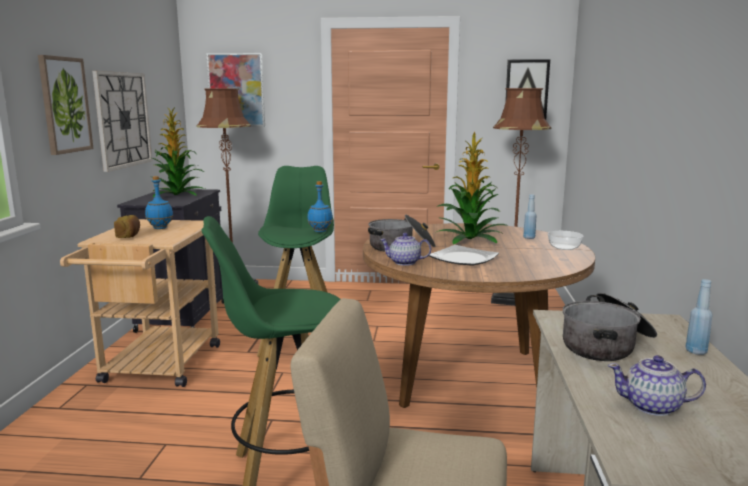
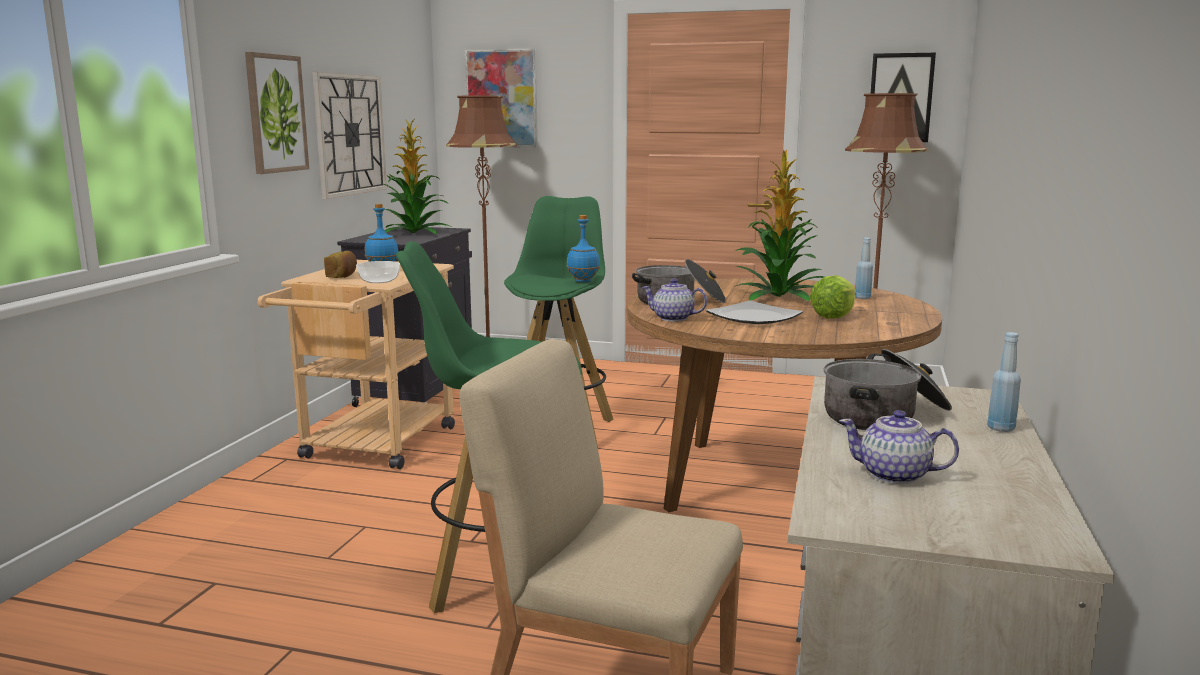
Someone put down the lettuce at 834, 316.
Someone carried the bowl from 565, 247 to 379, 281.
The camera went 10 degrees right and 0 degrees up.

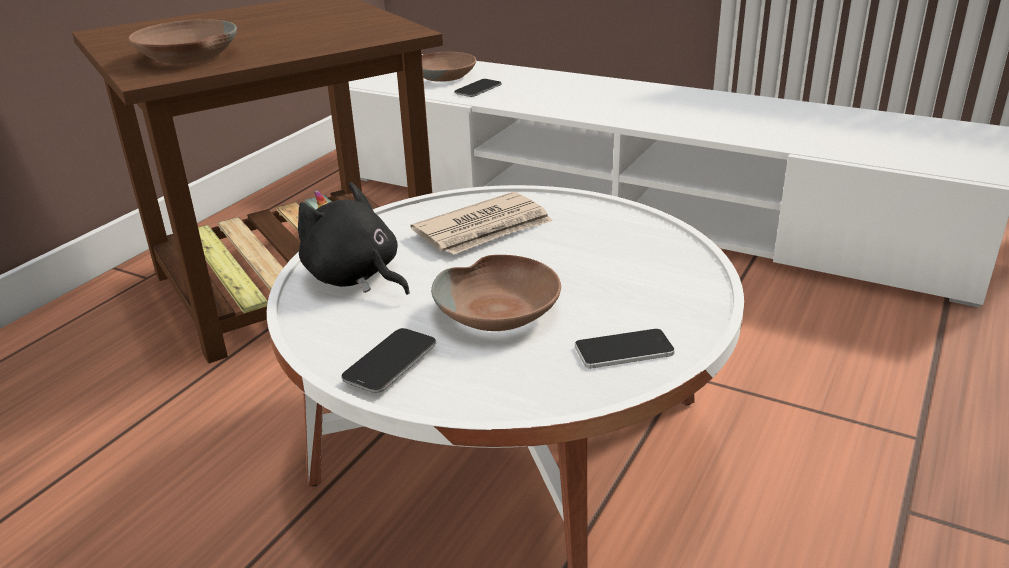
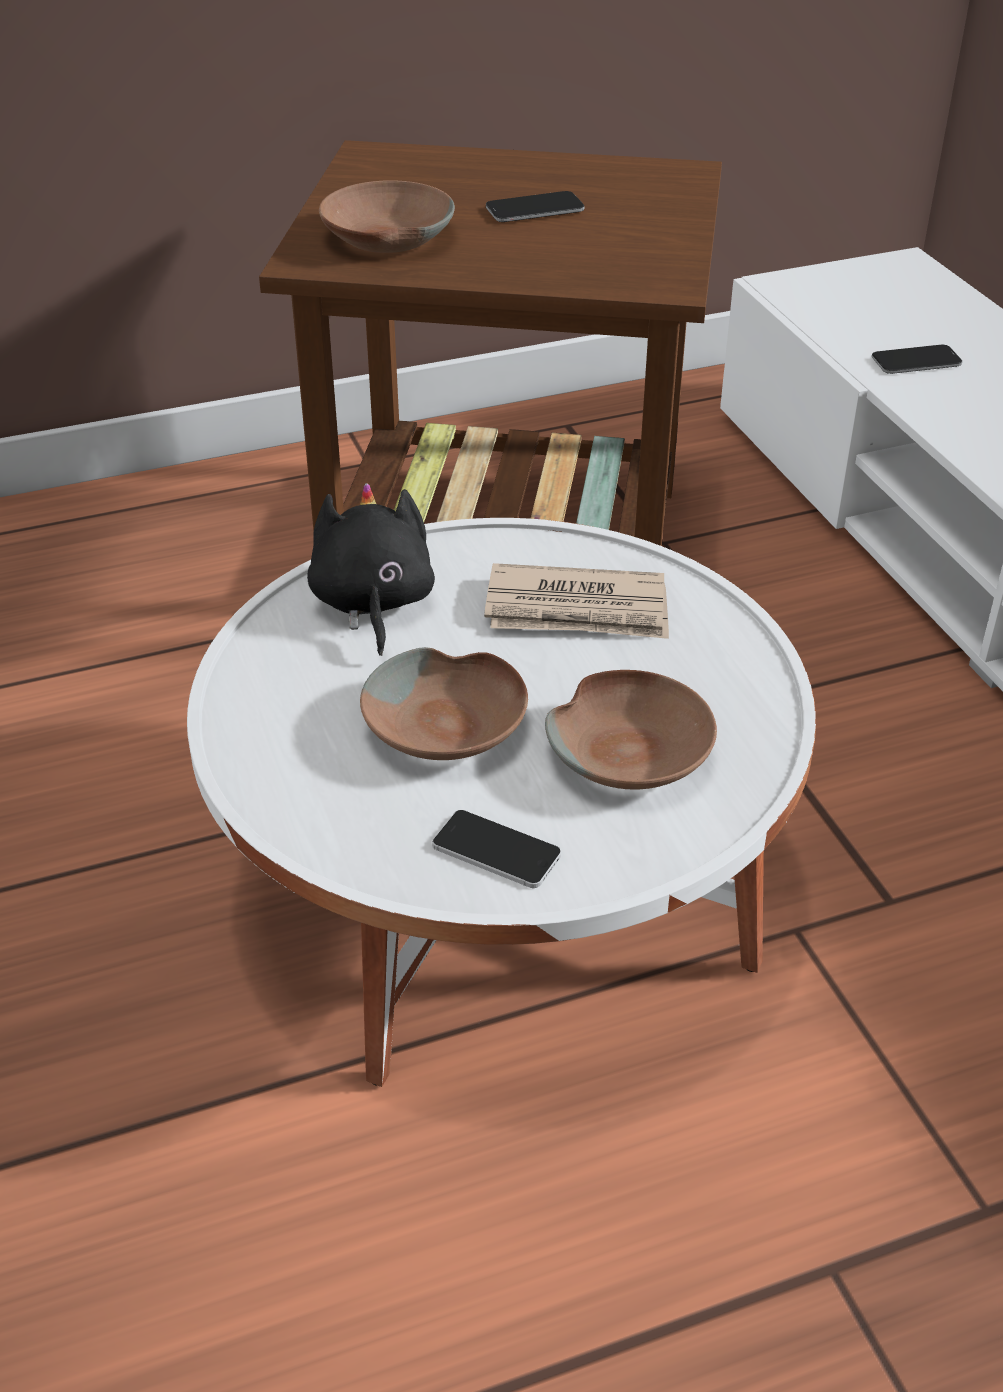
Someone carried the phone from 390, 362 to 534, 209.
Someone carried the brown bowl from 444, 75 to 632, 752.
The camera went 40 degrees right and 10 degrees up.

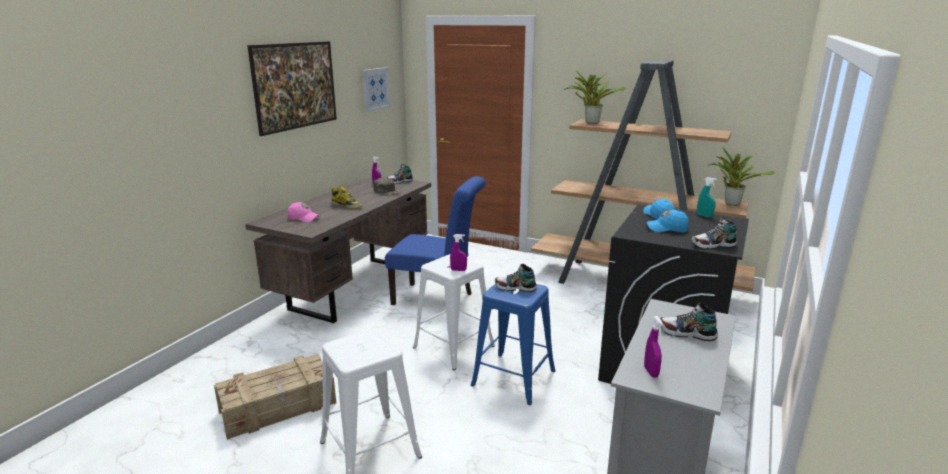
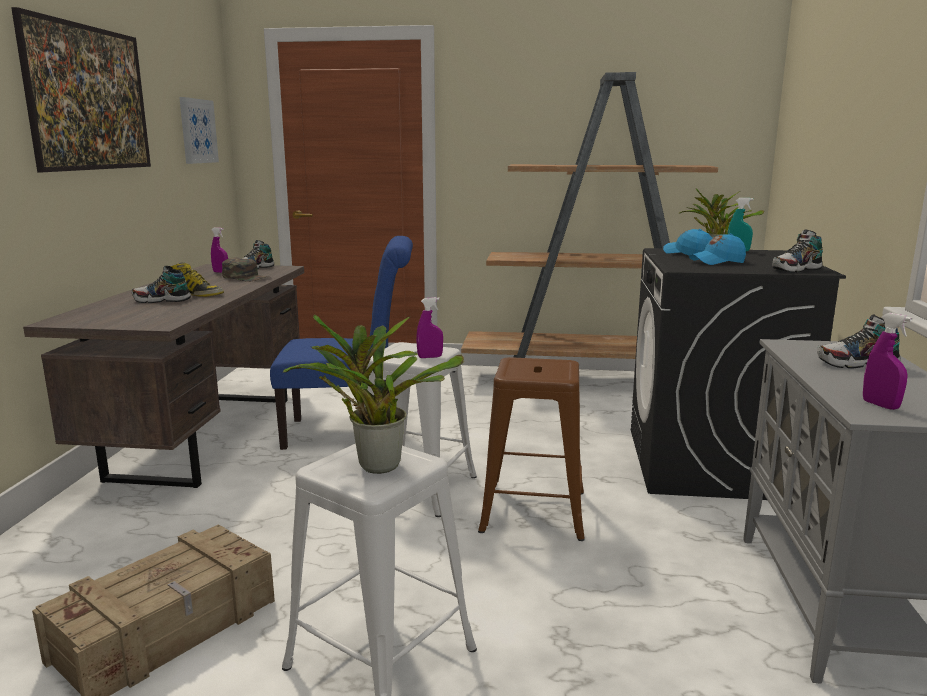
Someone took away the pink cap at 303, 218.
Someone carried the shoe from 515, 288 to 162, 300.
Someone carried the potted plant from 590, 123 to 374, 465.
Someone repainted the blue stool at 513, 378, which became the brown stool at 533, 511.
The camera went 20 degrees left and 5 degrees down.

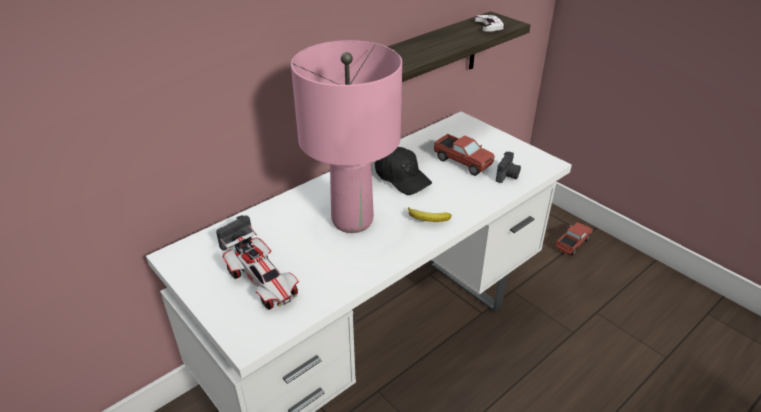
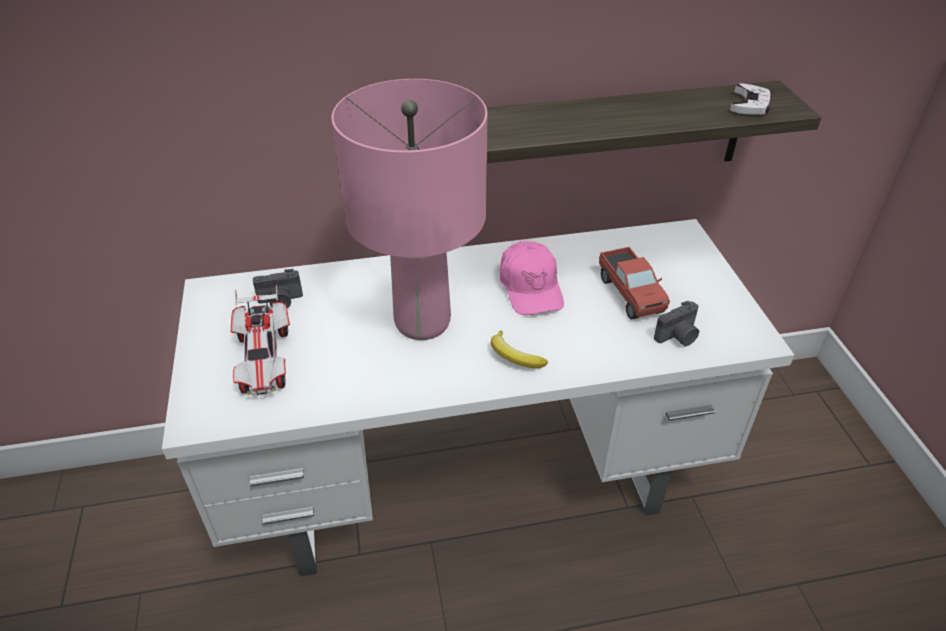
Someone took away the toy truck at 572, 244.
Someone repainted the black cap at 402, 178, which became the pink cap at 531, 287.
The camera went 30 degrees right and 5 degrees up.

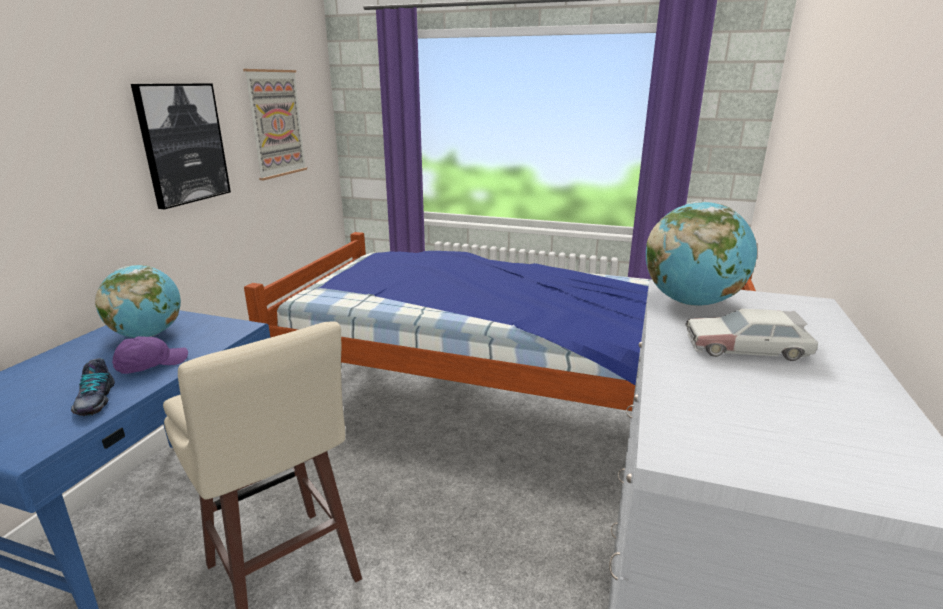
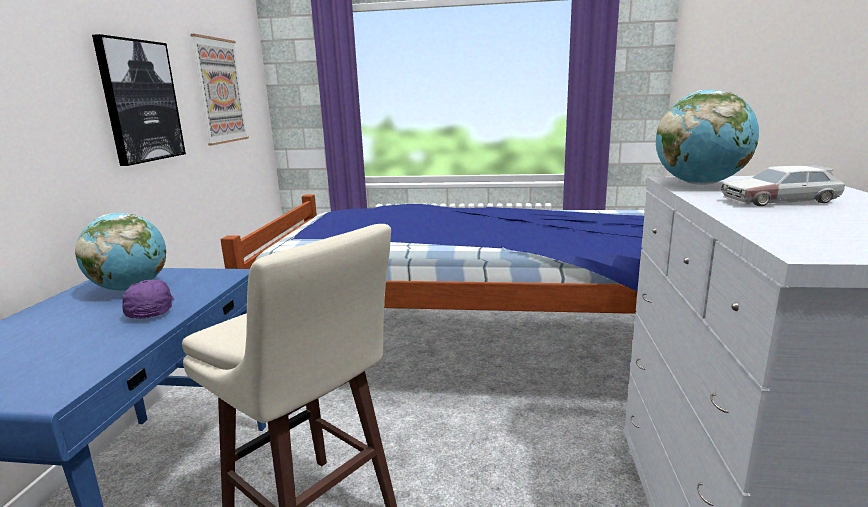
Someone took away the shoe at 94, 400.
Someone rotated the purple cap at 151, 364 by 60 degrees counterclockwise.
The camera went 10 degrees left and 5 degrees down.

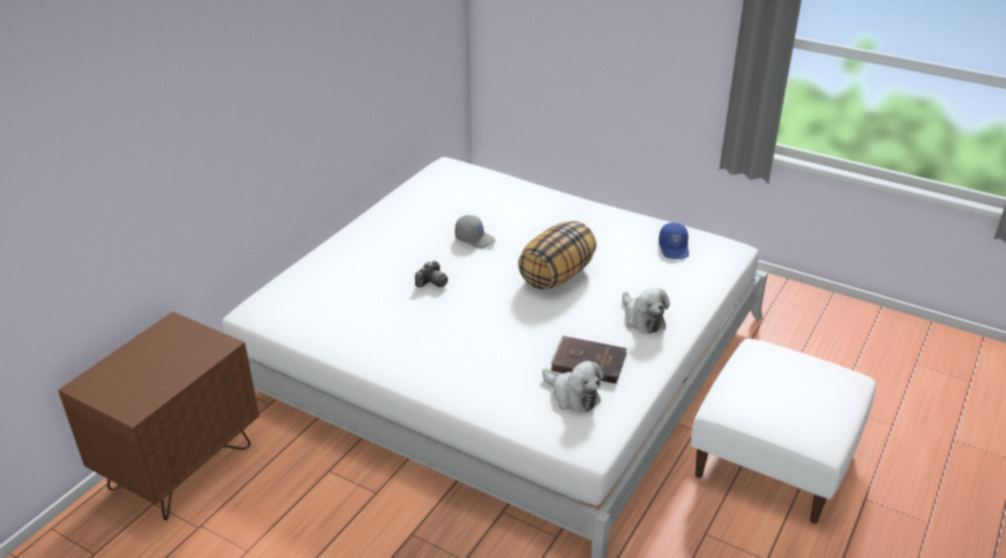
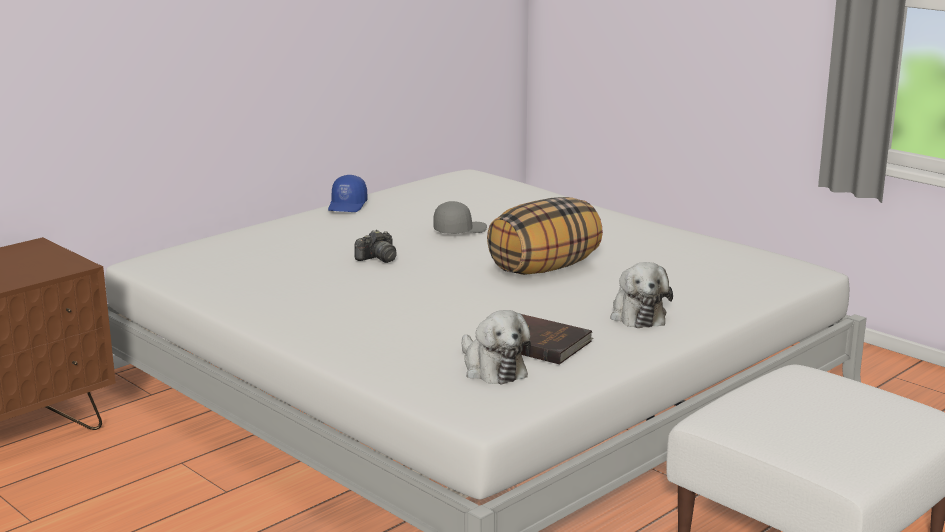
Someone carried the blue cap from 674, 248 to 348, 206.
Someone rotated the grey cap at 475, 238 by 75 degrees counterclockwise.
The camera went 15 degrees right and 15 degrees down.

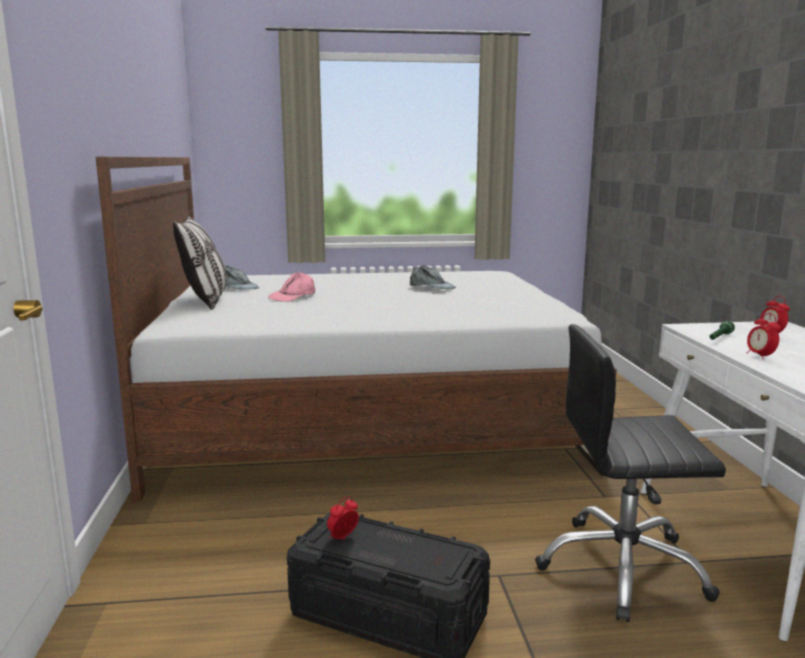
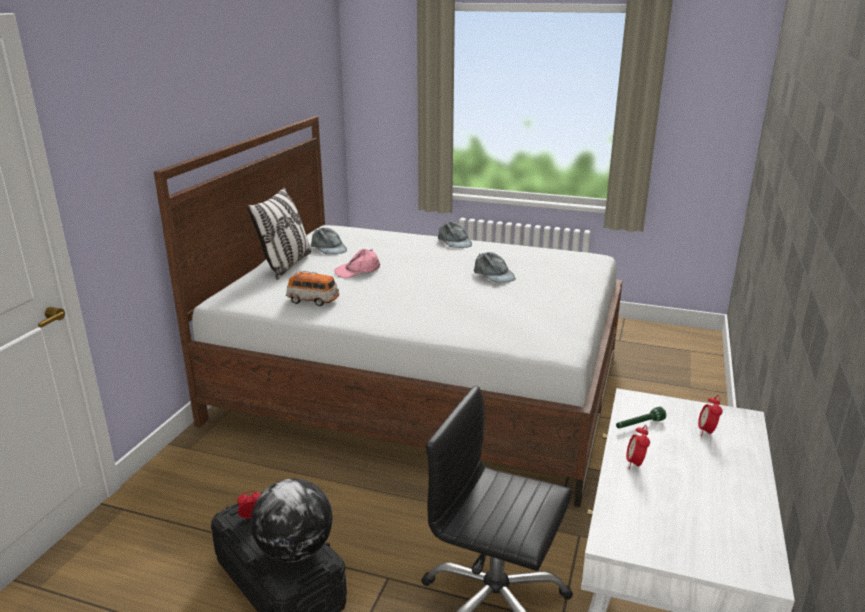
Someone put down the globe at 295, 550.
Someone put down the toy car at 313, 300.
Someone put down the grey cap at 454, 241.
The camera went 25 degrees right and 10 degrees up.

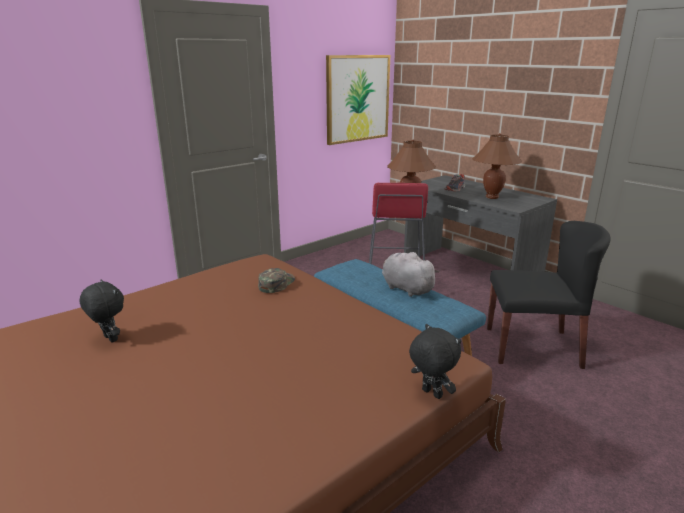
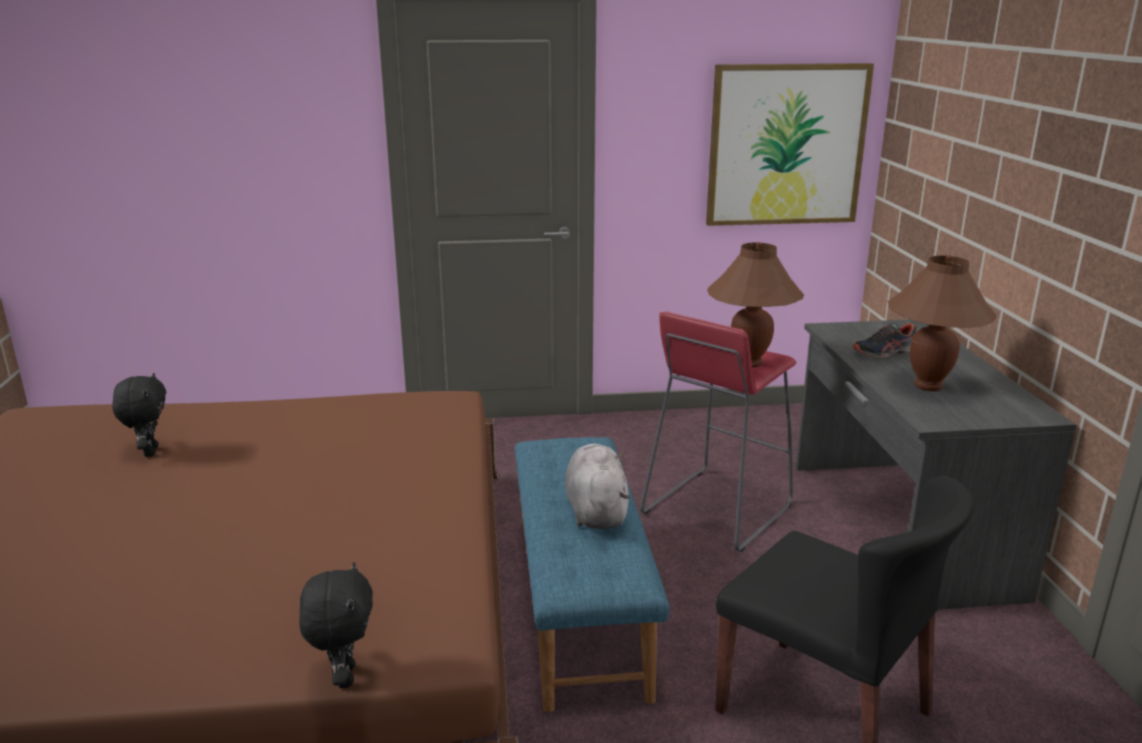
Someone took away the green cap at 276, 284.
The camera went 35 degrees right and 0 degrees up.

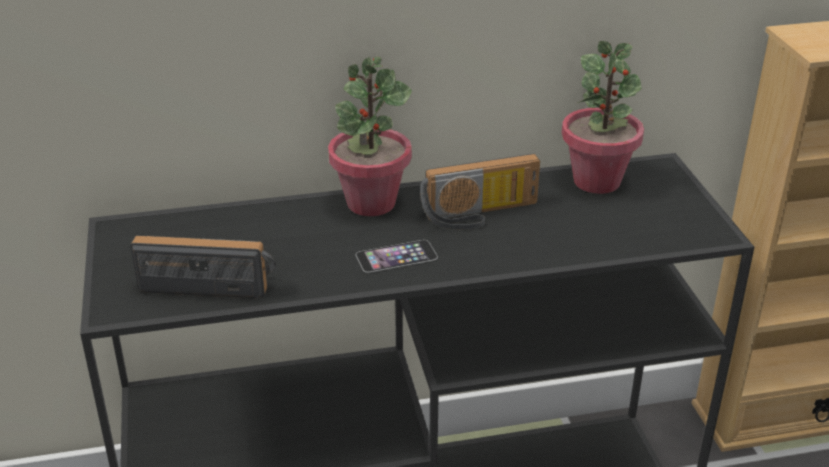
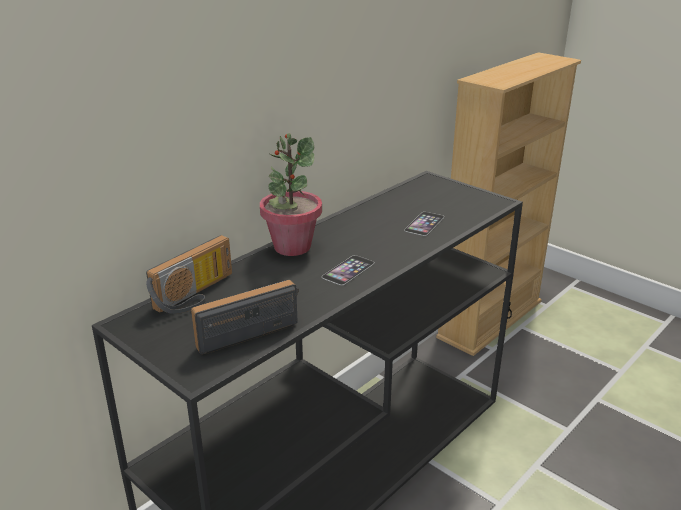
Someone took away the potted plant at 597, 181.
Someone put down the phone at 424, 223.
Someone carried the radio from 481, 215 to 197, 295.
The camera went 35 degrees left and 5 degrees down.

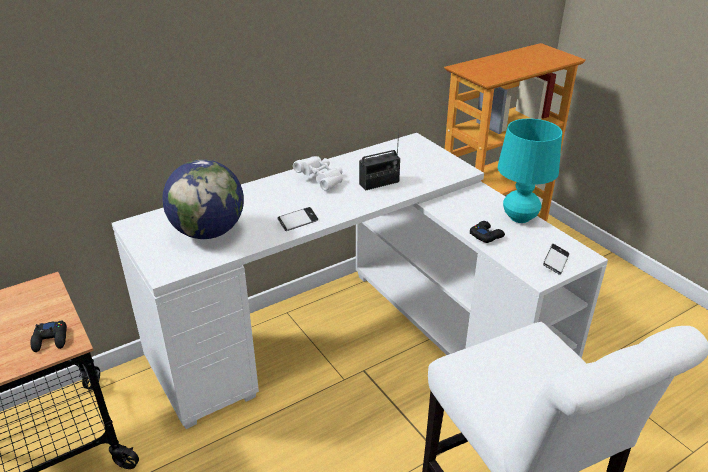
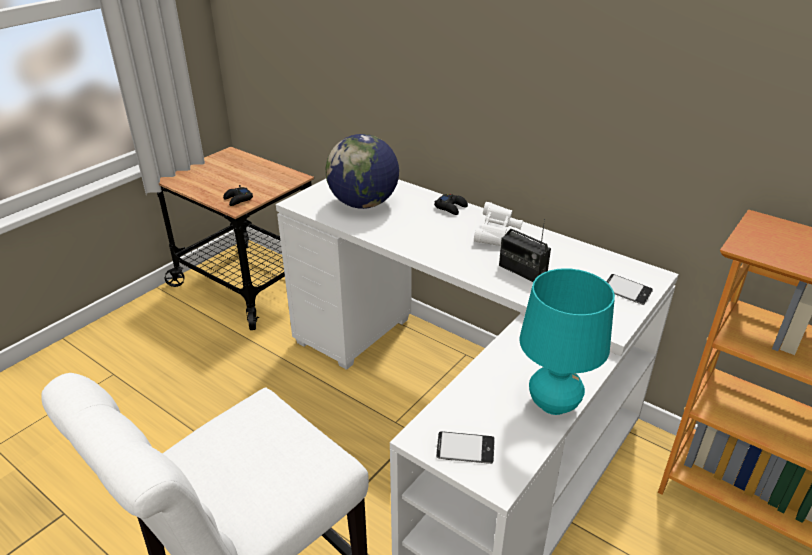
Someone carried the phone from 298, 222 to 626, 292.
Someone carried the black game controller from 486, 235 to 451, 207.
The camera went 70 degrees right and 0 degrees up.

